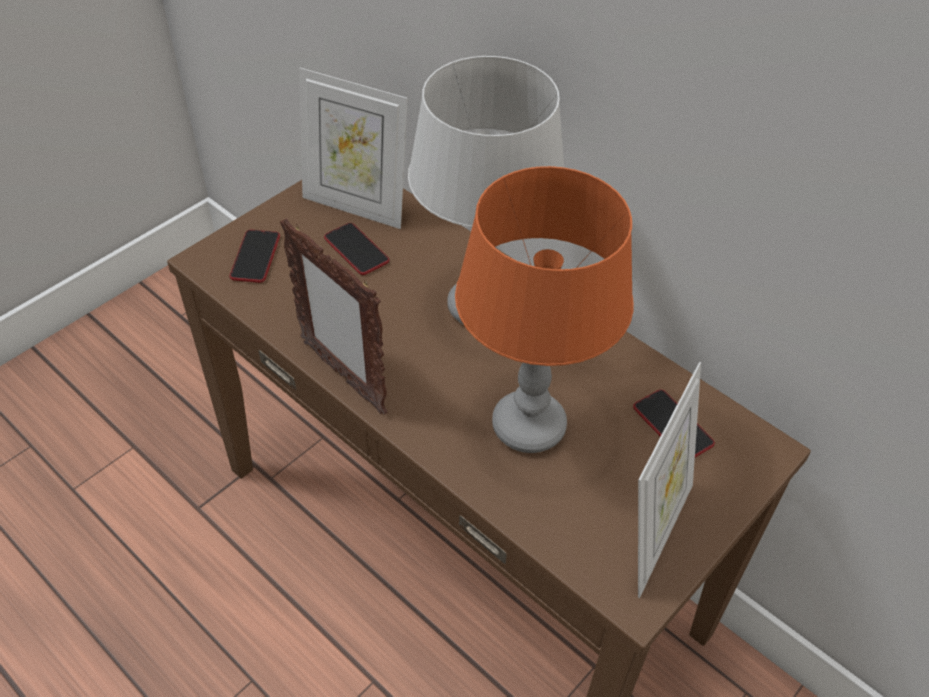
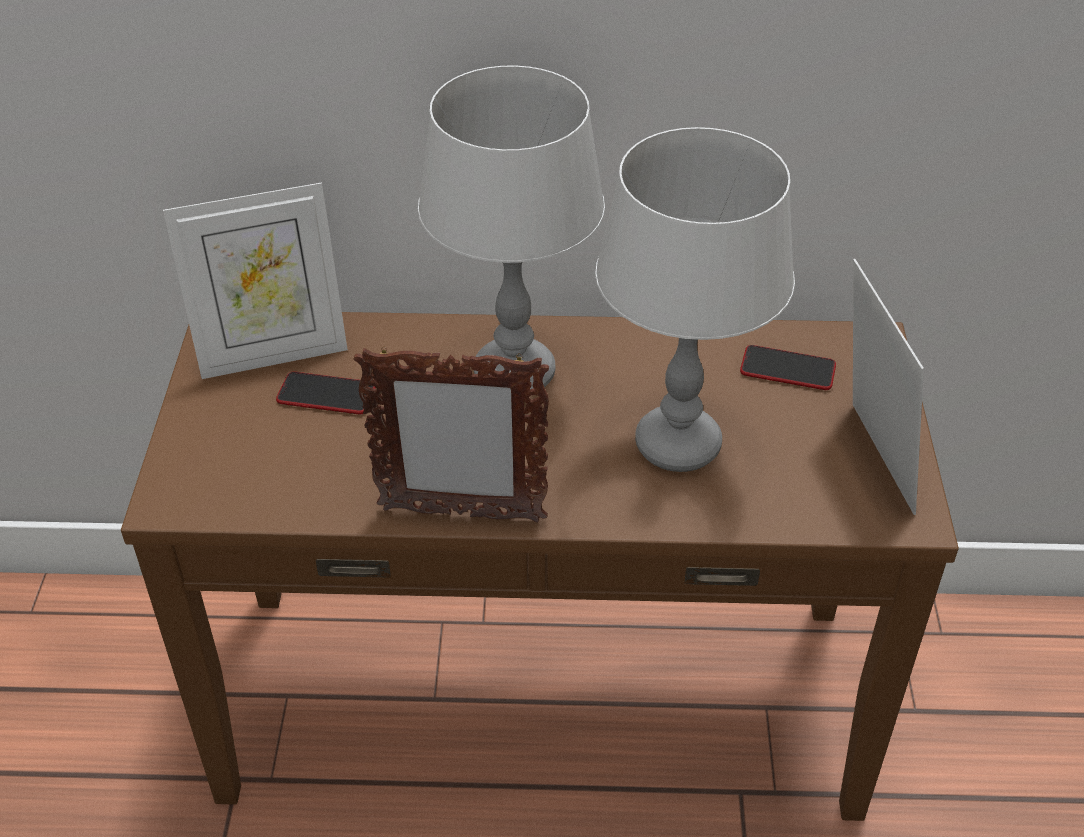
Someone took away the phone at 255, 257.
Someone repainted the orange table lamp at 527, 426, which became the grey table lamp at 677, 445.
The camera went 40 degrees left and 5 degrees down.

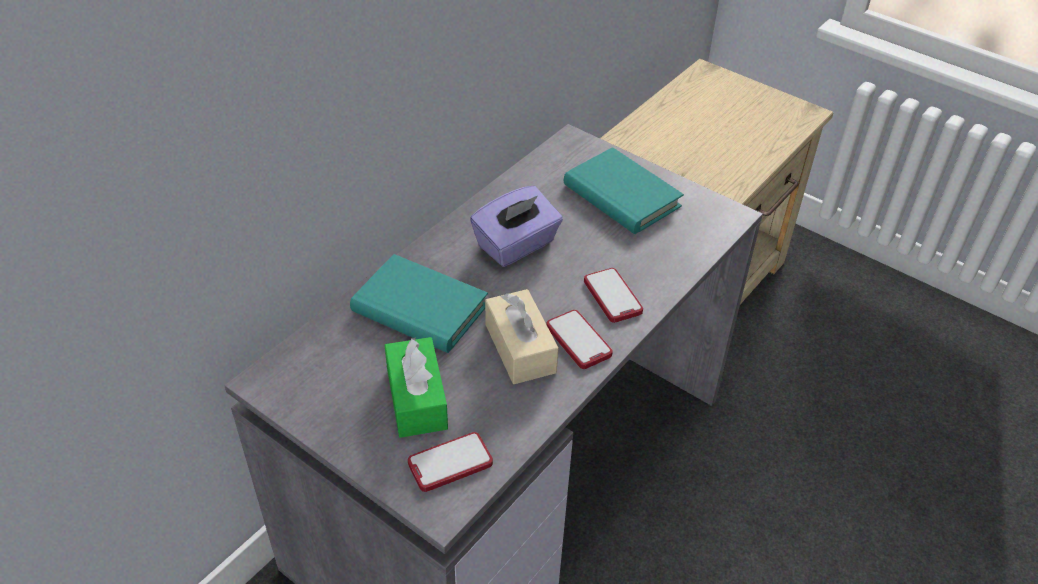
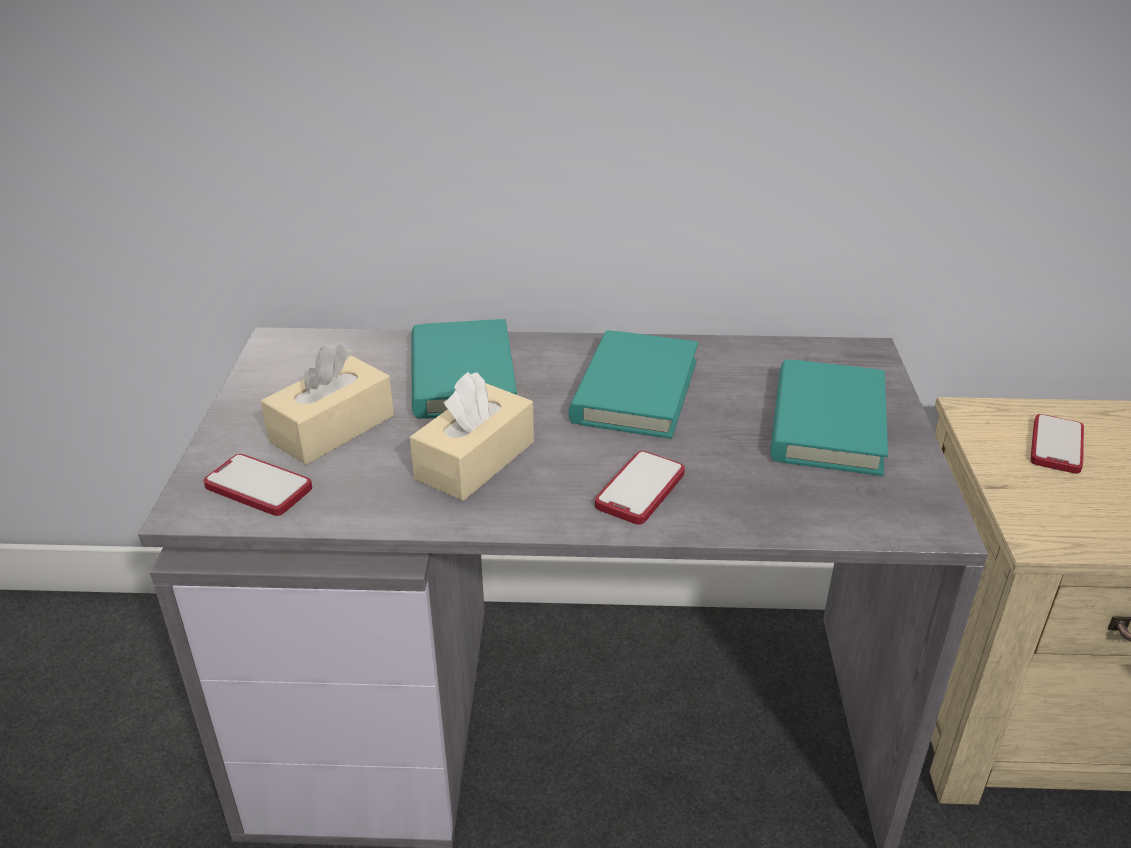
Someone carried the phone from 578, 341 to 1056, 446.
Someone swapped the purple tissue box at 516, 245 for the turquoise book at 635, 391.
Someone repainted the green tissue box at 416, 399, which became the beige tissue box at 332, 428.
The camera went 55 degrees right and 10 degrees down.

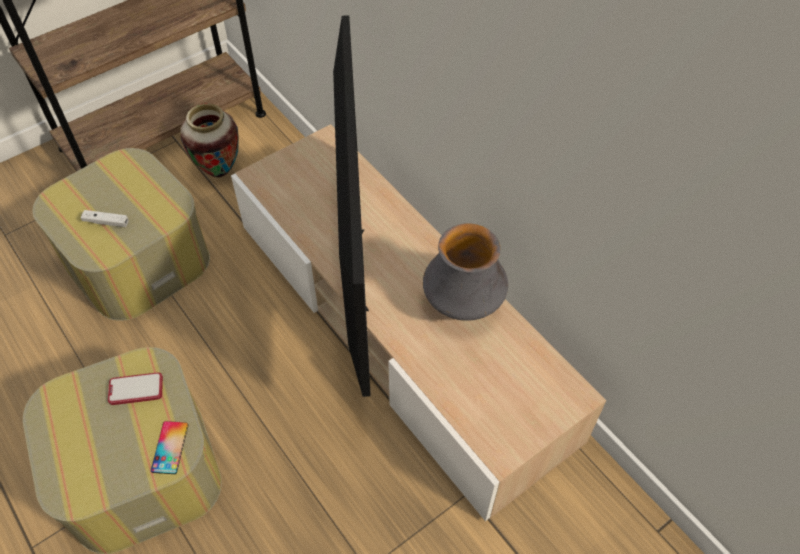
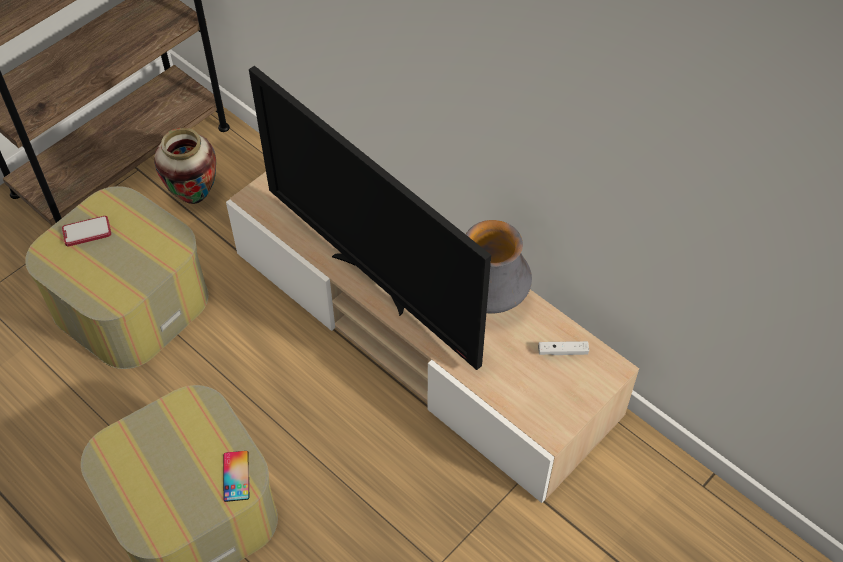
Someone carried the white game controller from 106, 222 to 562, 351.
Someone carried the phone from 136, 389 to 87, 232.
Someone rotated the television at 354, 269 by 150 degrees clockwise.
The camera went 10 degrees left and 0 degrees up.

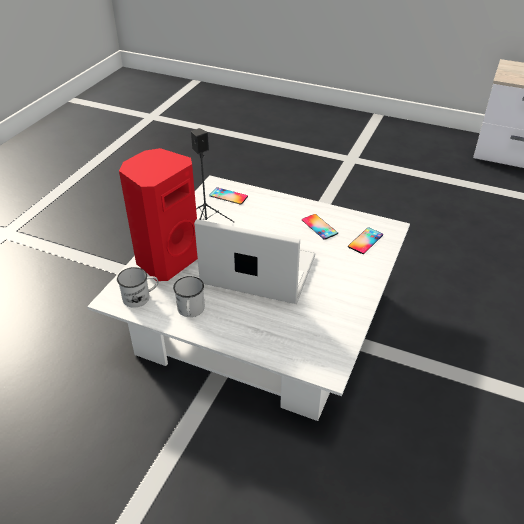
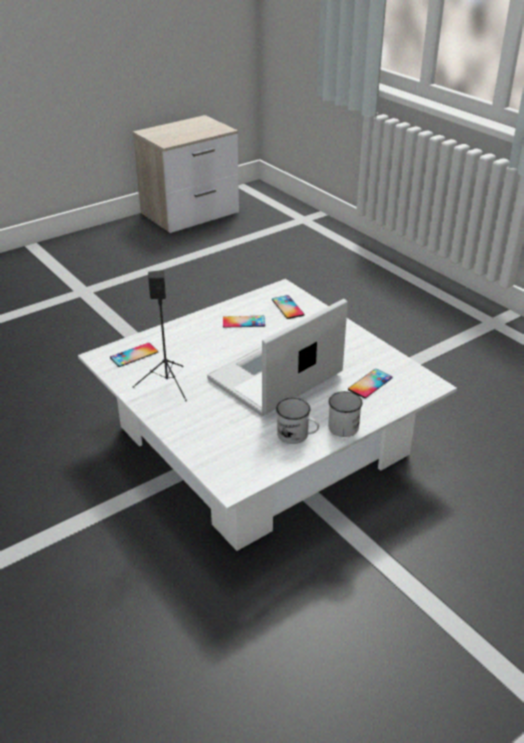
Someone took away the red speaker at 166, 260.
Someone put down the phone at 370, 383.
Someone carried the white mug from 141, 297 to 344, 424.
The camera went 60 degrees left and 5 degrees down.

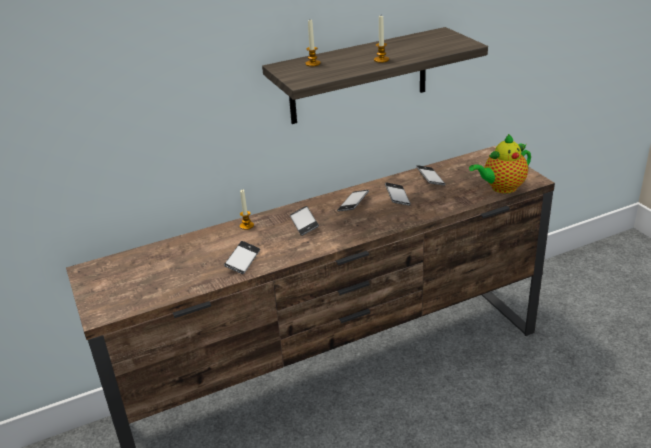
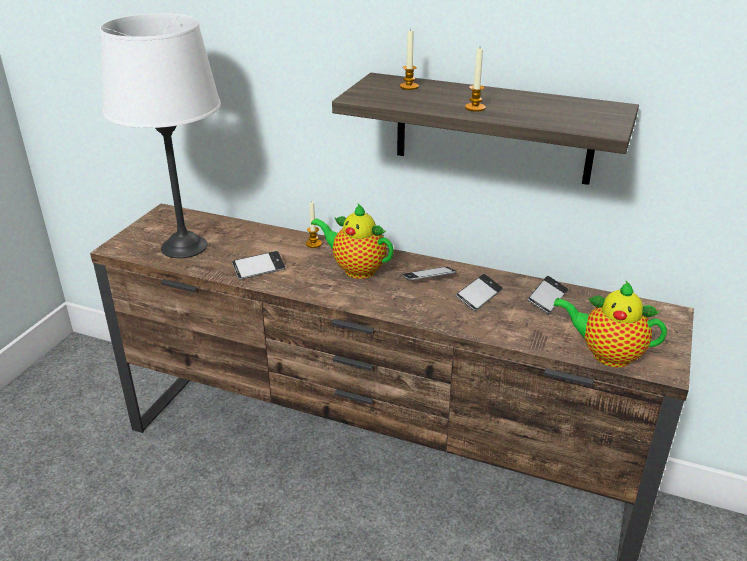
Someone put down the white table lamp at 184, 247.
Someone swapped the phone at 304, 224 for the teapot at 356, 269.
The camera went 45 degrees right and 0 degrees up.

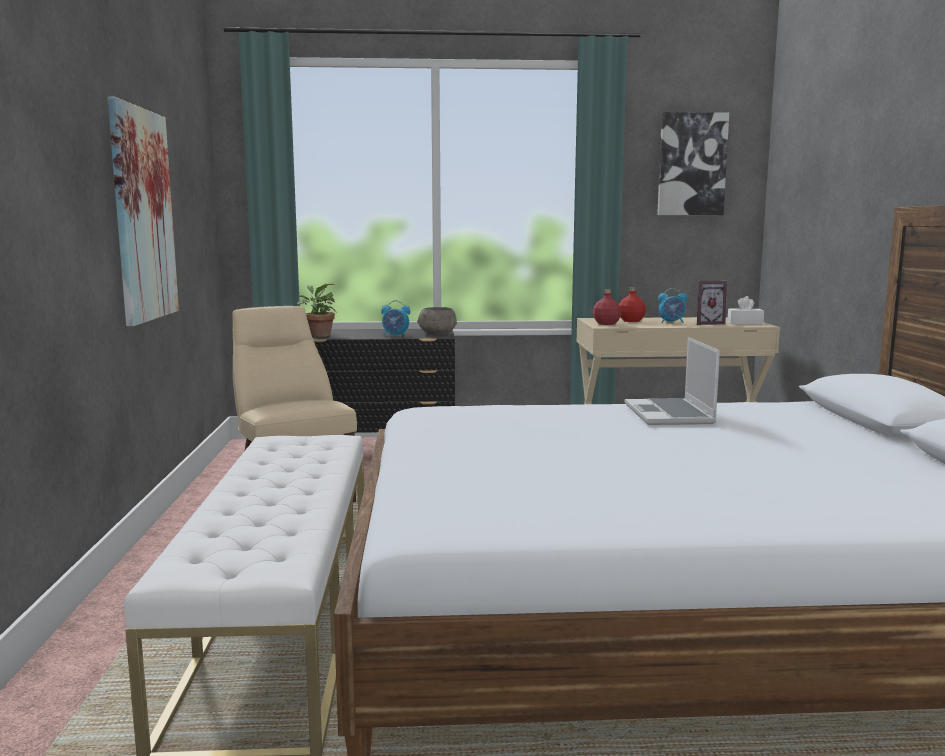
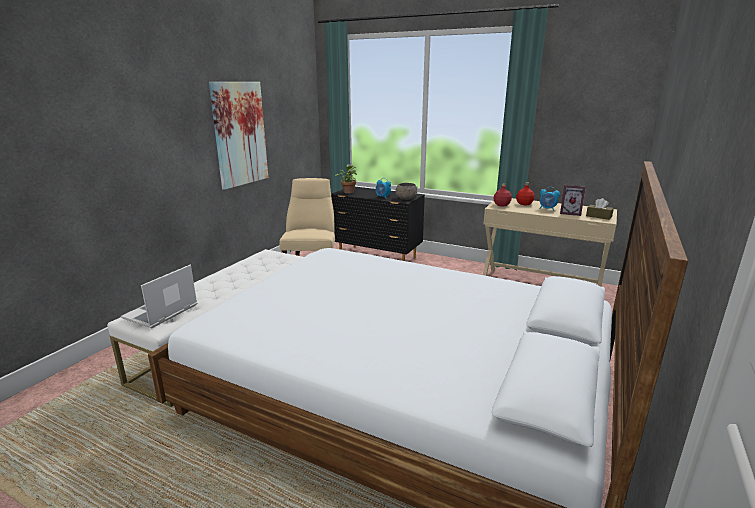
Someone took away the picture at 691, 164.
Someone carried the laptop from 670, 414 to 161, 312.
Someone repainted the white tissue box at 745, 323, which became the brown tissue box at 598, 216.
The camera went 30 degrees right and 10 degrees up.

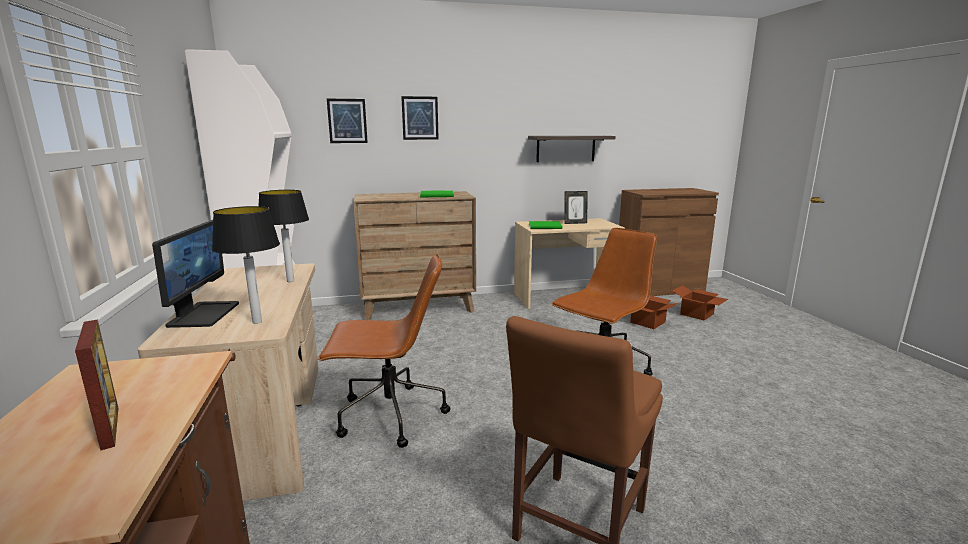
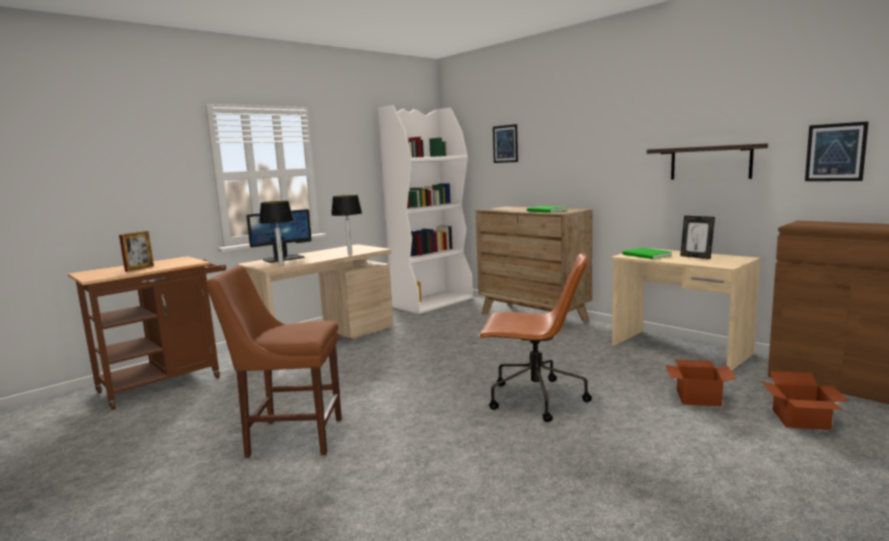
Someone took away the brown office chair at 389, 416.
Someone carried the picture from 420, 118 to 835, 152.
The camera went 60 degrees right and 5 degrees down.

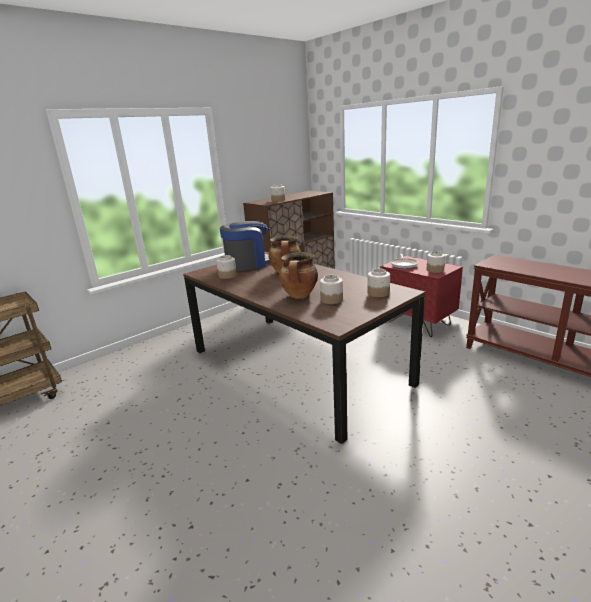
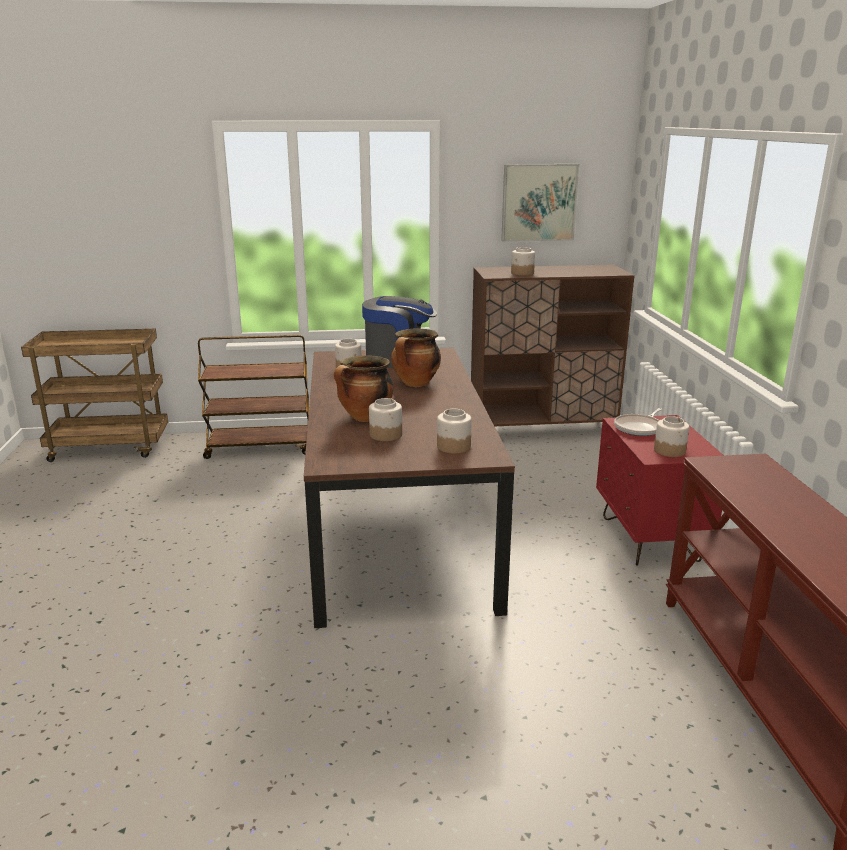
Someone put down the brown cart at 260, 448.
Someone put up the picture at 539, 202.
The camera went 35 degrees right and 0 degrees up.

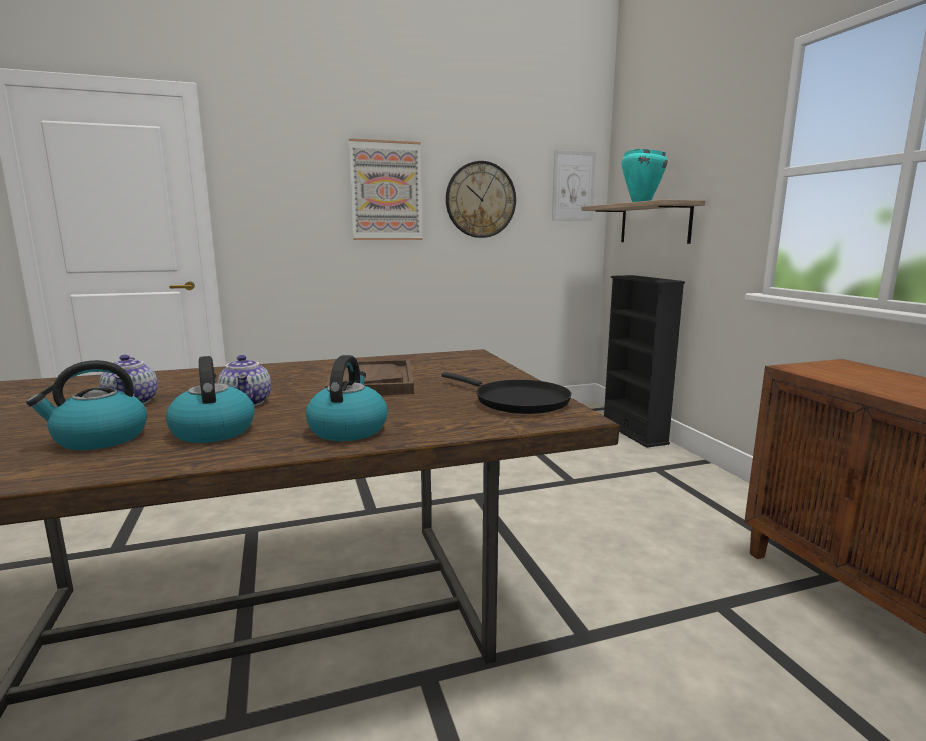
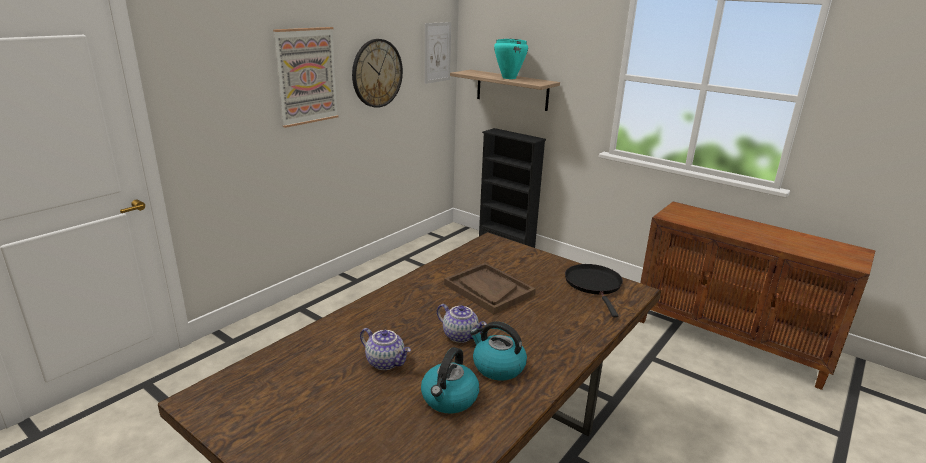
Someone took away the kettle at 348, 429.
Someone rotated the black frying pan at 516, 401 by 105 degrees counterclockwise.
The camera went 35 degrees left and 10 degrees up.

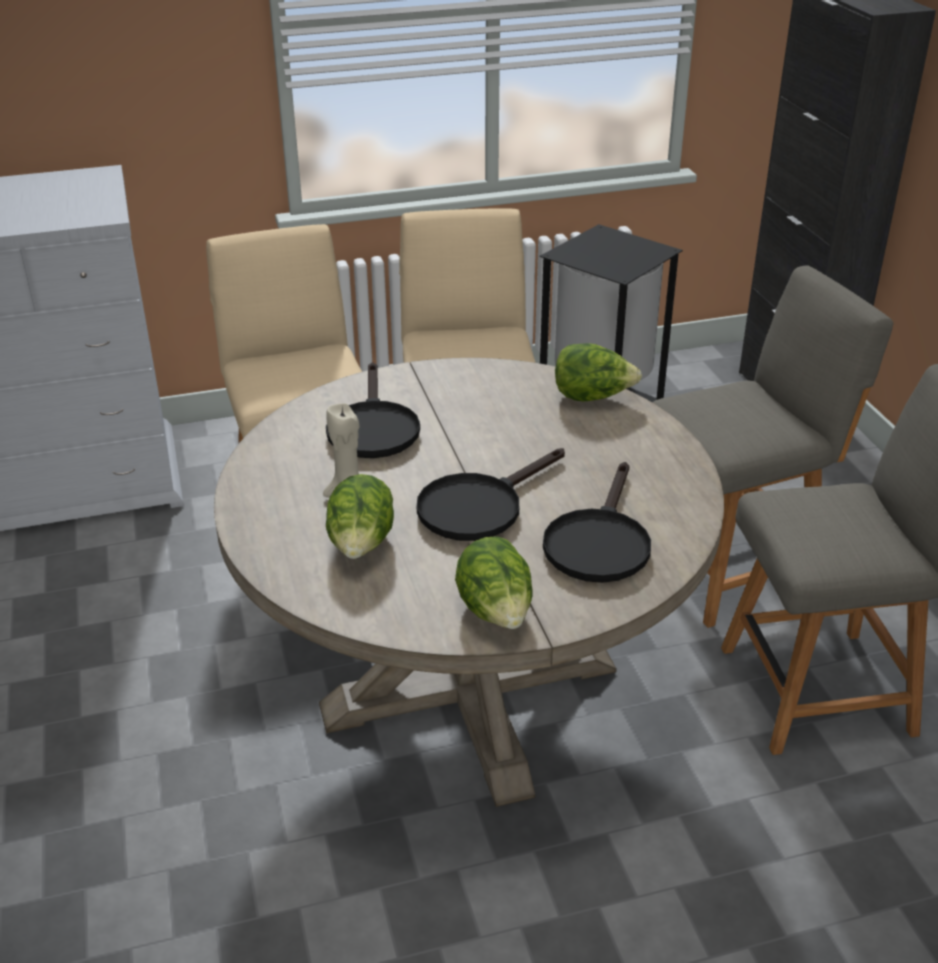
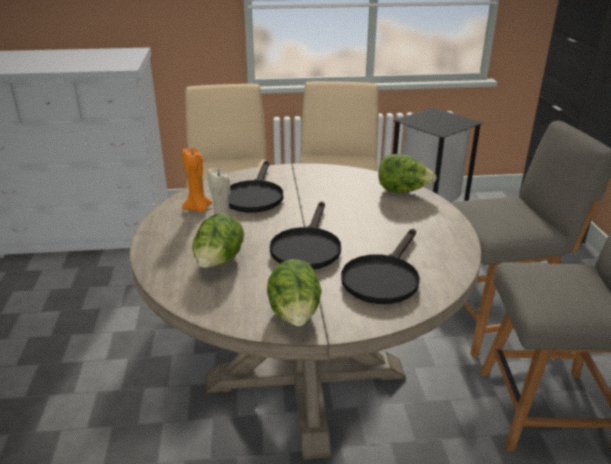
Someone put down the orange candle at 198, 209.
Someone rotated the black frying pan at 479, 506 by 45 degrees counterclockwise.
The camera went 10 degrees right and 5 degrees down.

